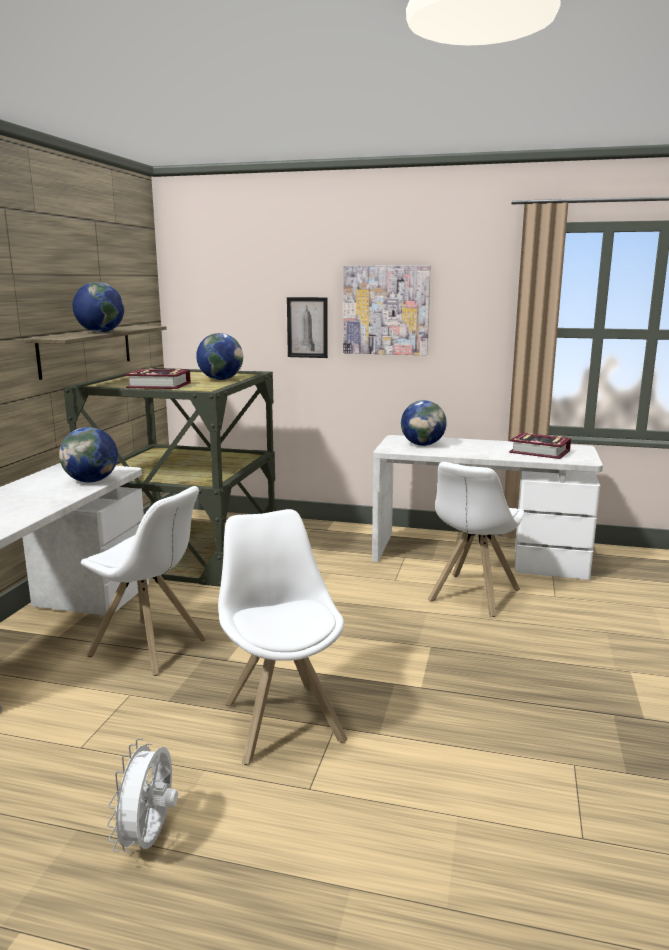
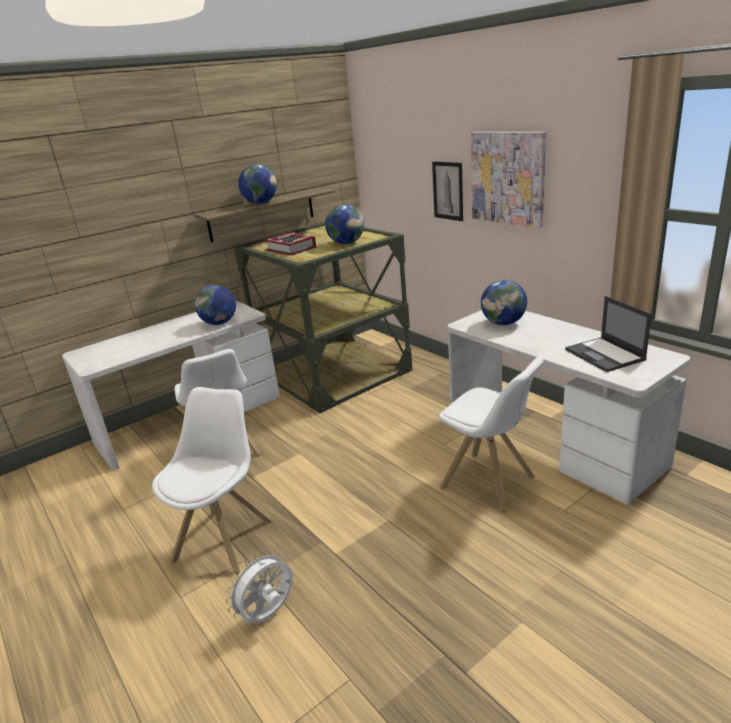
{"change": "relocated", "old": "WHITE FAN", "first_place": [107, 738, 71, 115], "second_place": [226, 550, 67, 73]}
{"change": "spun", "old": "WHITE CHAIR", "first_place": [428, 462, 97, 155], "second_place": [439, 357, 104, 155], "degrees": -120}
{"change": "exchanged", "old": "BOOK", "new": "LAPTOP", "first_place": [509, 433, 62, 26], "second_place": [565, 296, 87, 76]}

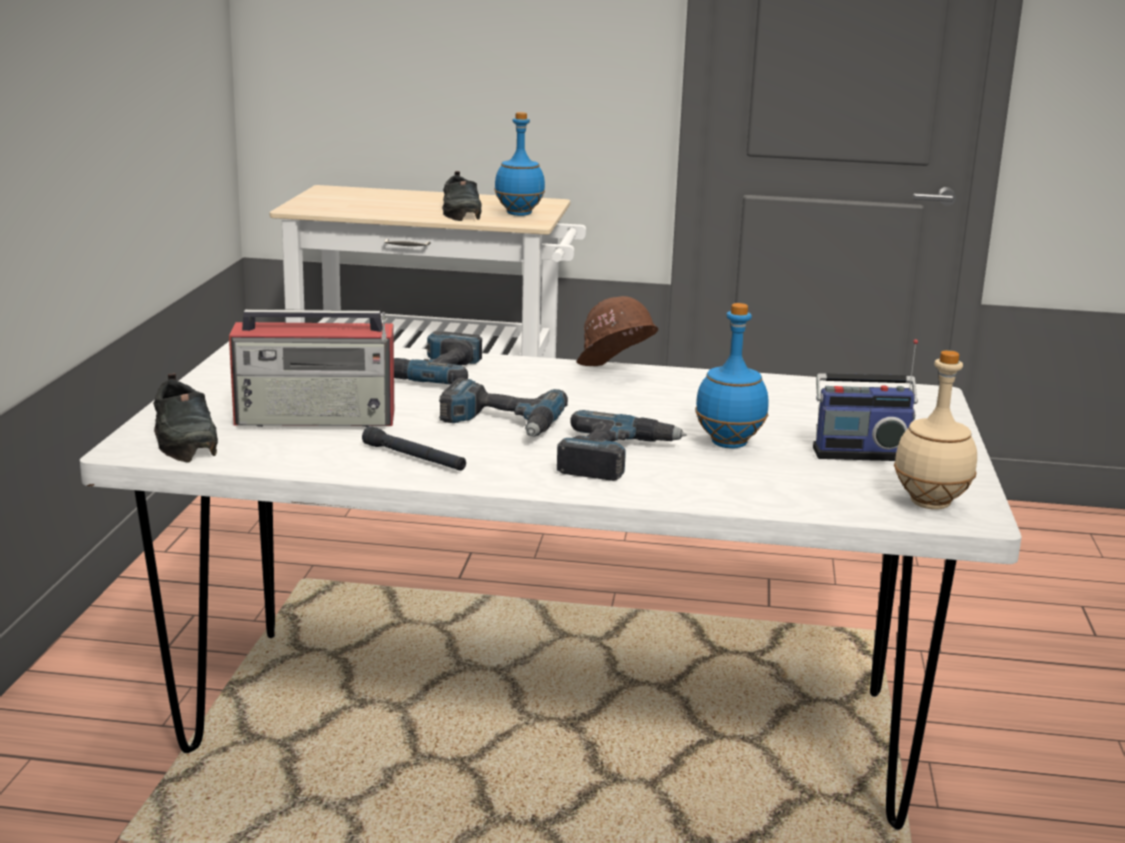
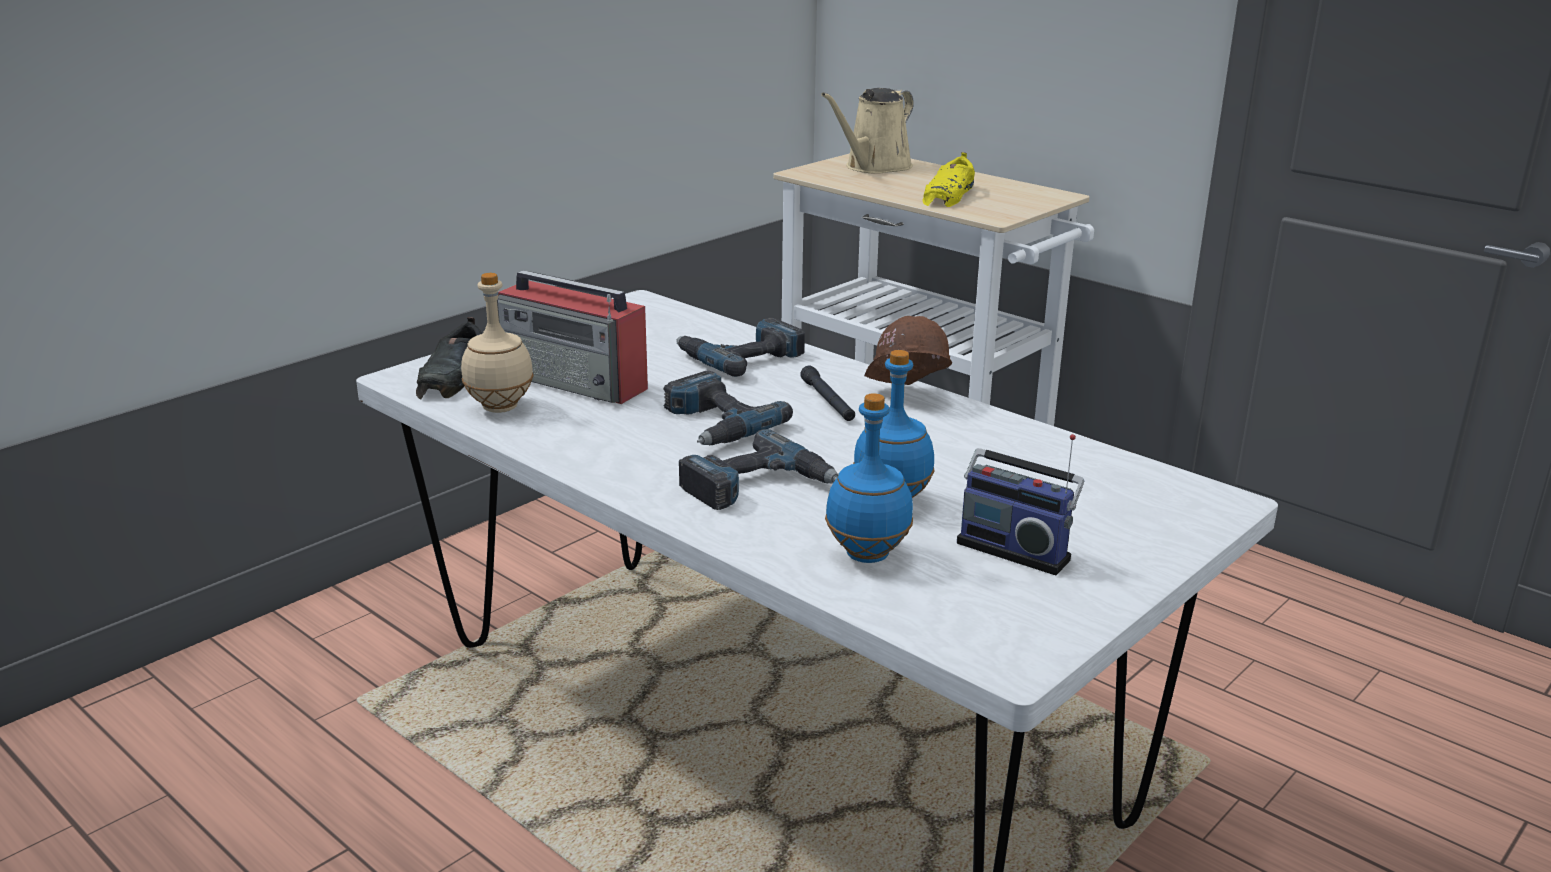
{"change": "relocated", "old": "BLACK FLASHLIGHT", "first_place": [362, 426, 104, 45], "second_place": [800, 366, 55, 55]}
{"change": "colour", "old": "BLACK SHOE", "new": "YELLOW SHOE", "first_place": [442, 171, 39, 50], "second_place": [922, 152, 53, 55]}
{"change": "relocated", "old": "BLUE BOTTLE", "first_place": [494, 112, 51, 104], "second_place": [825, 393, 88, 170]}
{"change": "relocated", "old": "BEIGE BOTTLE", "first_place": [894, 350, 83, 160], "second_place": [461, 273, 73, 140]}
{"change": "appeared", "new": "BEIGE WATERING CAN", "second_place": [821, 88, 93, 86]}

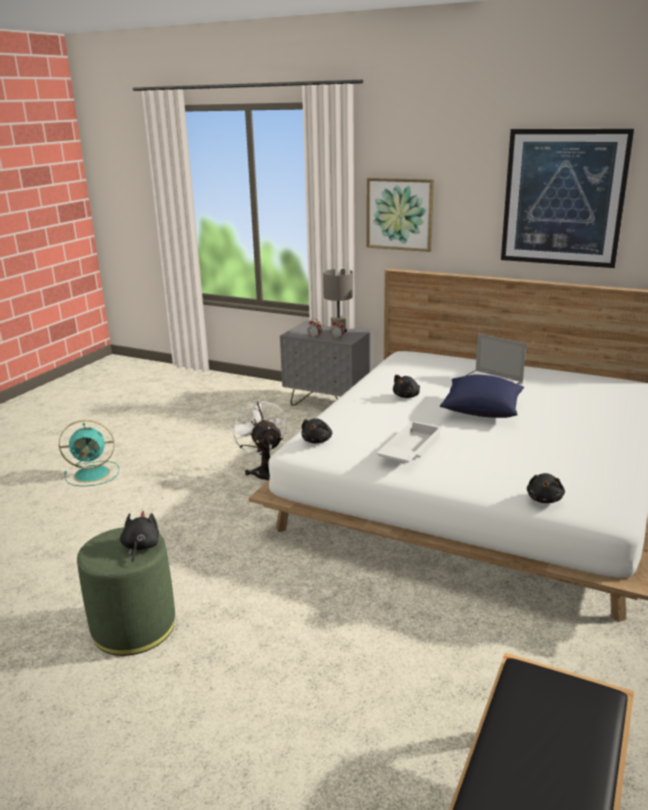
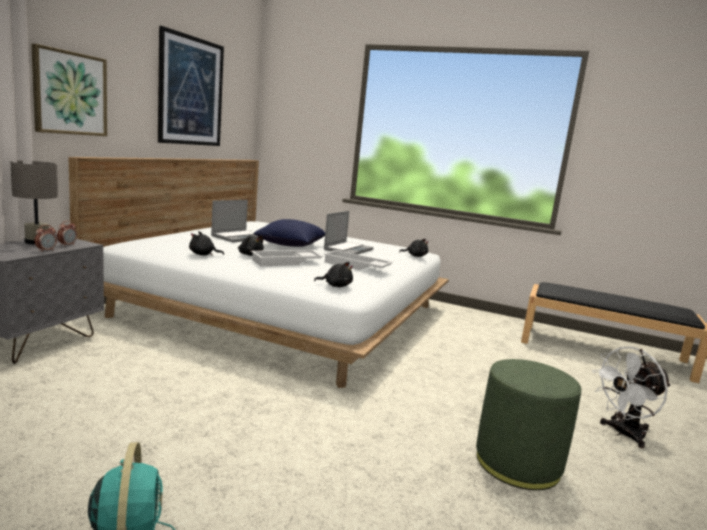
{"change": "relocated", "old": "BLACK PLUSH TOY", "first_place": [120, 511, 39, 52], "second_place": [189, 231, 35, 25]}
{"change": "relocated", "old": "WHITE FAN", "first_place": [230, 398, 57, 82], "second_place": [592, 346, 79, 102]}
{"change": "appeared", "new": "WHITE TRAY", "second_place": [251, 250, 73, 16]}
{"change": "appeared", "new": "LAPTOP", "second_place": [324, 211, 50, 43]}

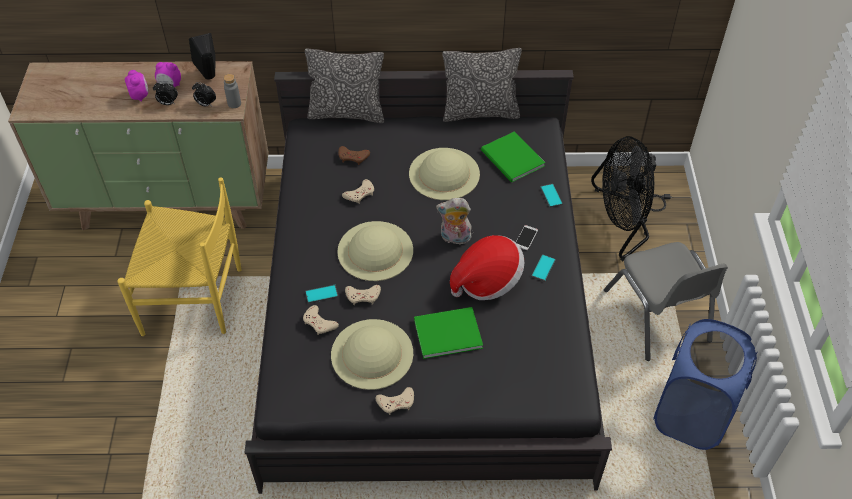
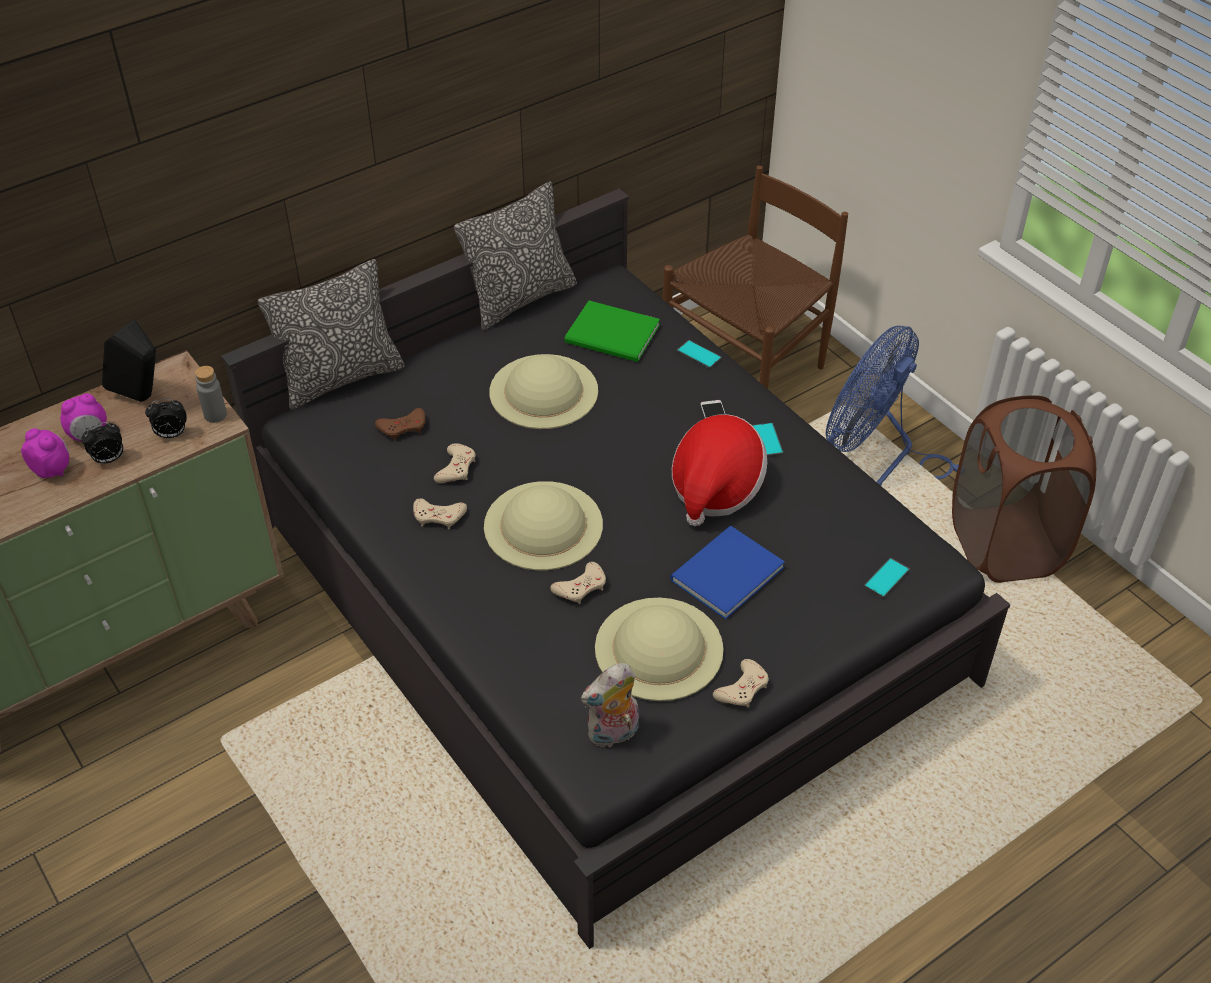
{"change": "missing", "old": "YELLOW CHAIR", "first_place": [117, 177, 124, 159]}
{"change": "relocated", "old": "BEIGE GAME CONTROLLER", "first_place": [303, 305, 36, 30], "second_place": [413, 498, 54, 31]}
{"change": "relocated", "old": "PHONE", "first_place": [305, 285, 34, 18], "second_place": [864, 558, 46, 40]}
{"change": "colour", "old": "GREEN BOOK", "new": "BLUE BOOK", "first_place": [414, 307, 69, 52], "second_place": [670, 526, 115, 93]}
{"change": "relocated", "old": "PLUSH TOY", "first_place": [436, 198, 36, 49], "second_place": [581, 663, 58, 86]}
{"change": "exchanged", "old": "BLACK FAN", "new": "BROWN CHAIR", "first_place": [591, 136, 81, 125], "second_place": [663, 165, 185, 224]}
{"change": "exchanged", "old": "GREY CHAIR", "new": "BLUE FAN", "first_place": [604, 242, 124, 119], "second_place": [826, 326, 133, 160]}
{"change": "colour", "old": "BLUE LAUNDRY BASKET", "new": "BROWN LAUNDRY BASKET", "first_place": [653, 319, 104, 131], "second_place": [952, 395, 144, 188]}

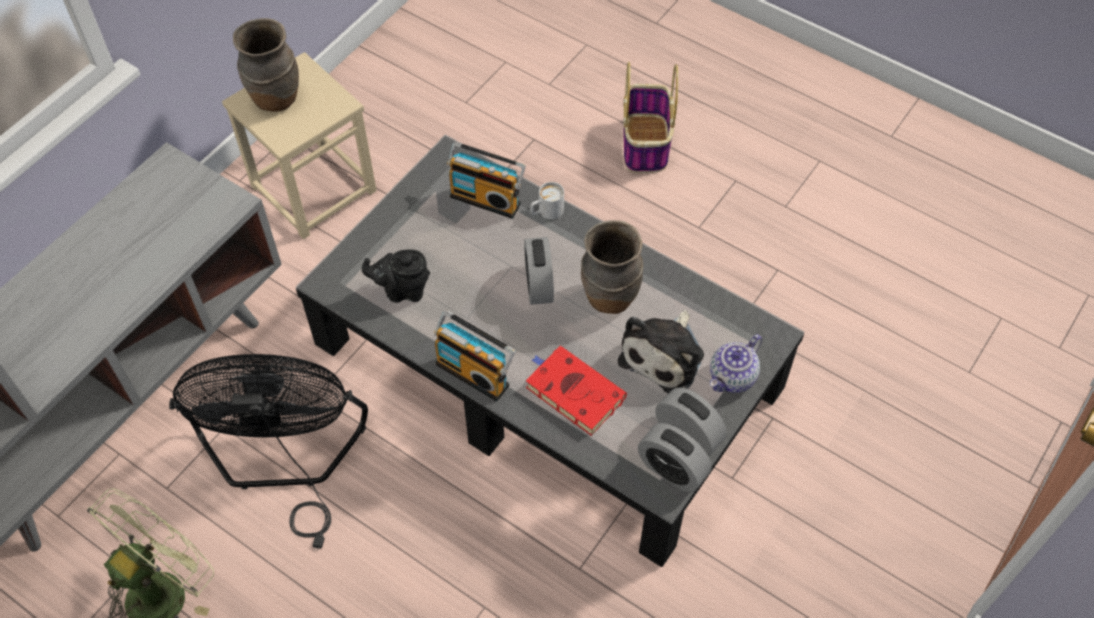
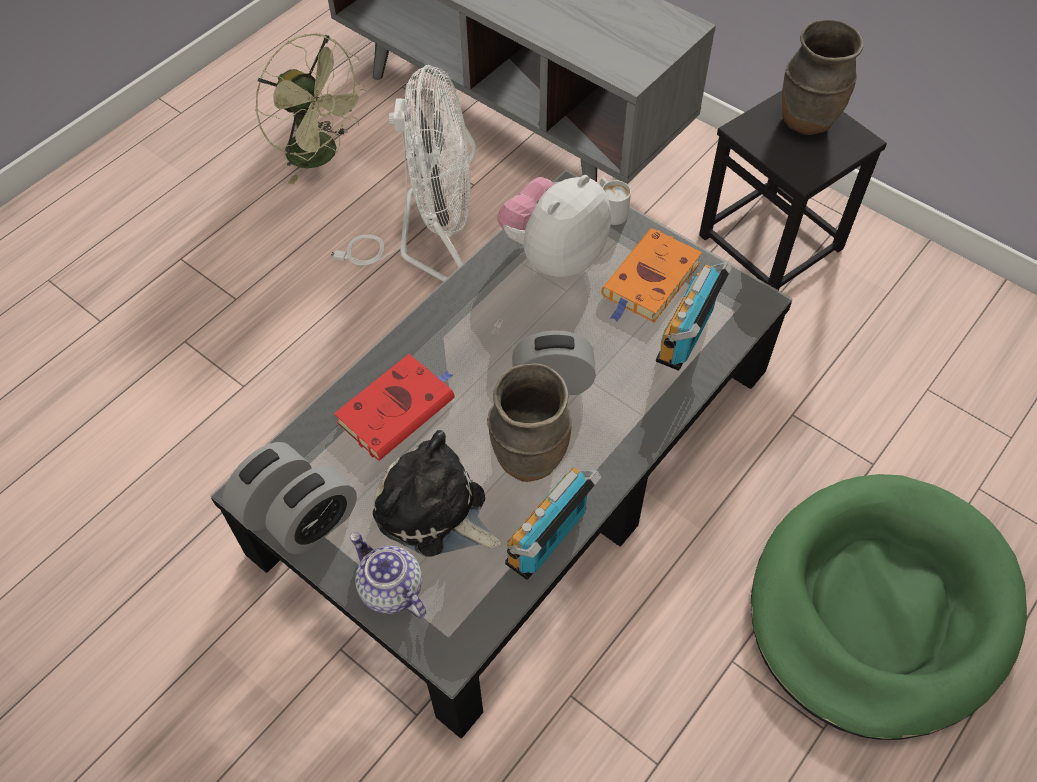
{"change": "colour", "old": "BLACK FAN", "new": "WHITE FAN", "first_place": [169, 354, 199, 197], "second_place": [331, 65, 145, 216]}
{"change": "colour", "old": "BEIGE STOOL", "new": "BLACK STOOL", "first_place": [222, 52, 155, 187], "second_place": [699, 91, 188, 199]}
{"change": "exchanged", "old": "BLACK TEAPOT", "new": "PLUSH TOY", "first_place": [362, 250, 68, 53], "second_place": [497, 175, 114, 102]}
{"change": "relocated", "old": "RADIO", "first_place": [434, 311, 82, 90], "second_place": [505, 467, 96, 113]}
{"change": "relocated", "old": "WHITE MUG", "first_place": [530, 182, 34, 38], "second_place": [600, 177, 31, 48]}
{"change": "exchanged", "old": "BASKET", "new": "GREEN DOG BED", "first_place": [623, 62, 55, 111], "second_place": [751, 474, 276, 266]}
{"change": "appeared", "new": "ORANGE BOOK", "second_place": [601, 228, 101, 94]}

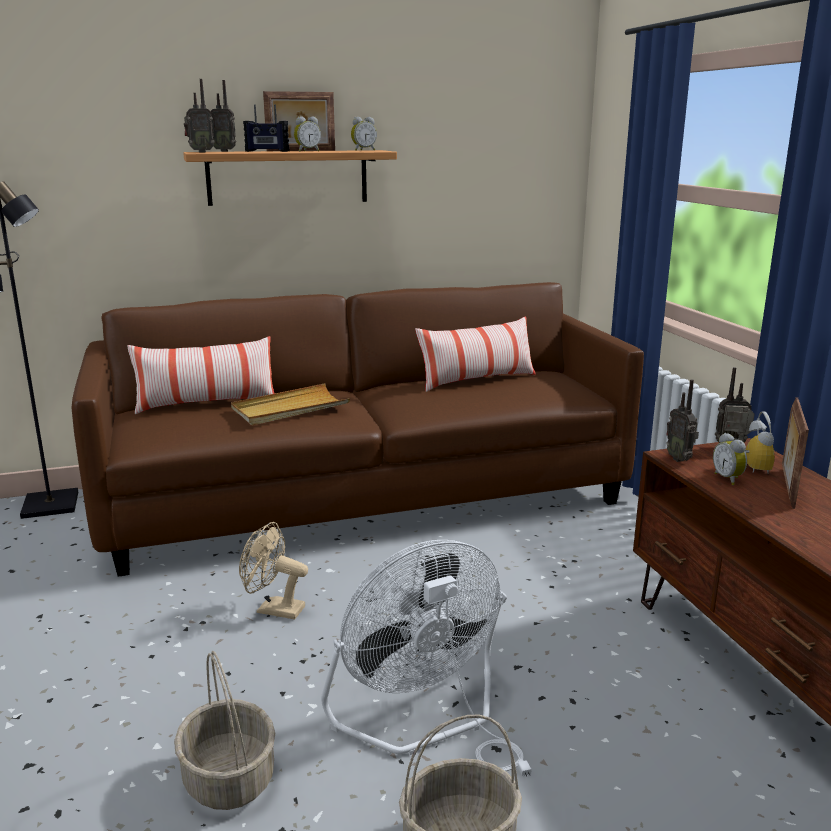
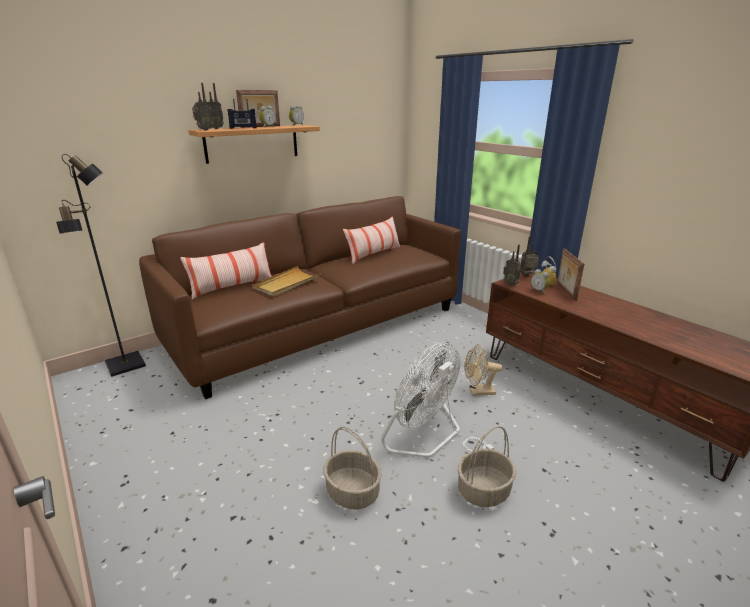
{"change": "relocated", "old": "BEIGE FAN", "first_place": [239, 522, 69, 97], "second_place": [465, 344, 38, 52]}

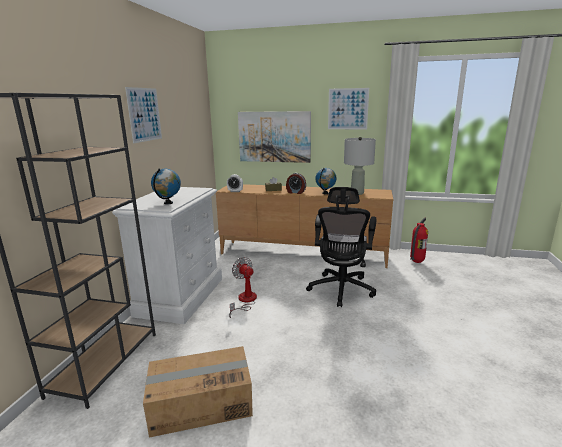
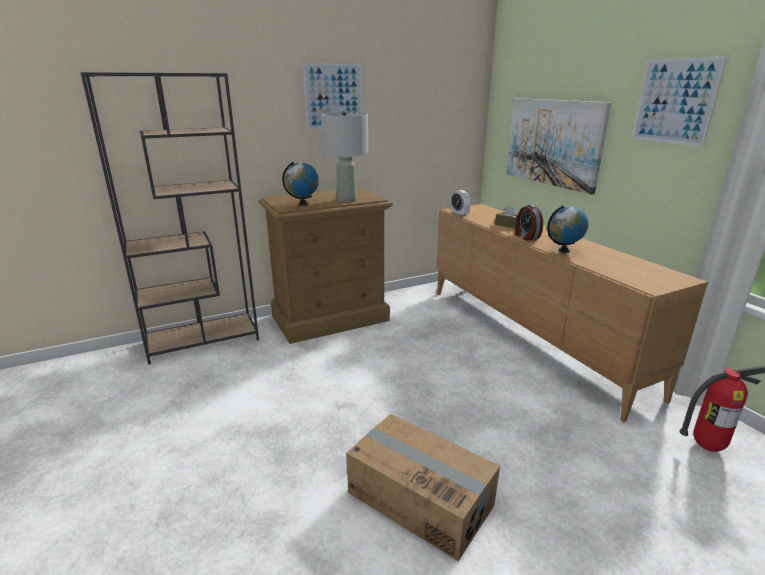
{"change": "colour", "old": "WHITE DRESSER", "new": "BROWN DRESSER", "first_place": [112, 187, 110, 137], "second_place": [258, 188, 135, 156]}
{"change": "relocated", "old": "CARDBOARD BOX", "first_place": [143, 346, 110, 92], "second_place": [346, 414, 154, 147]}
{"change": "missing", "old": "FAN", "first_place": [229, 257, 28, 61]}
{"change": "missing", "old": "OFFICE CHAIR", "first_place": [306, 187, 70, 120]}
{"change": "relocated", "old": "GREY TABLE LAMP", "first_place": [344, 137, 32, 58], "second_place": [321, 110, 47, 93]}

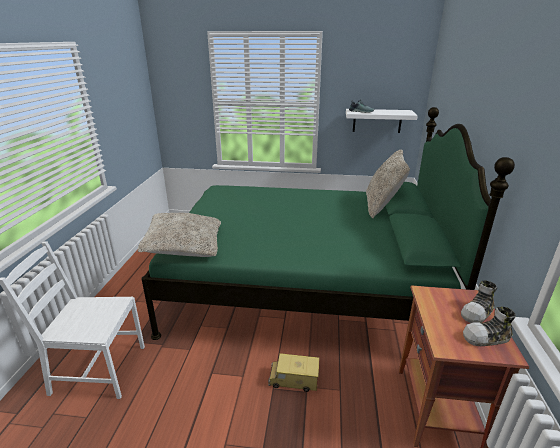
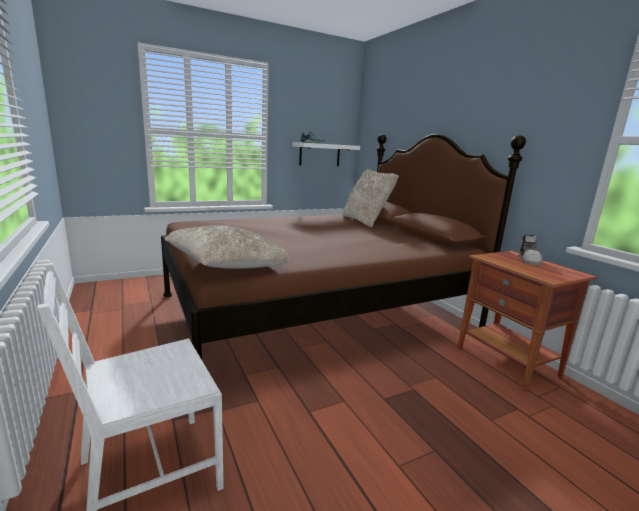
{"change": "colour", "old": "GREEN BED", "new": "BROWN BED", "first_place": [141, 107, 374, 233], "second_place": [161, 134, 365, 226]}
{"change": "missing", "old": "TOY TRUCK", "first_place": [268, 353, 52, 39]}
{"change": "missing", "old": "SHOE", "first_place": [463, 307, 53, 39]}

